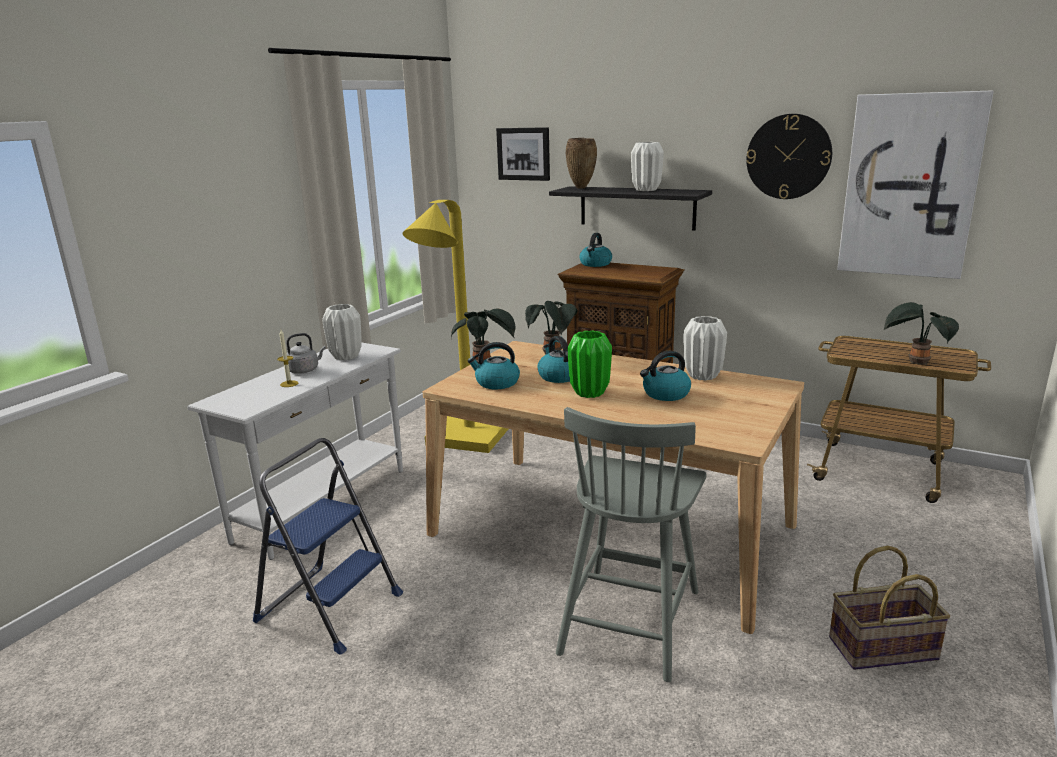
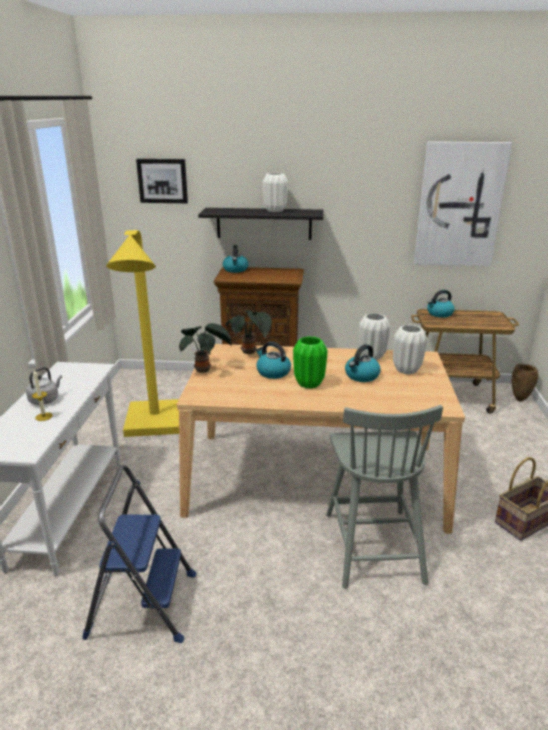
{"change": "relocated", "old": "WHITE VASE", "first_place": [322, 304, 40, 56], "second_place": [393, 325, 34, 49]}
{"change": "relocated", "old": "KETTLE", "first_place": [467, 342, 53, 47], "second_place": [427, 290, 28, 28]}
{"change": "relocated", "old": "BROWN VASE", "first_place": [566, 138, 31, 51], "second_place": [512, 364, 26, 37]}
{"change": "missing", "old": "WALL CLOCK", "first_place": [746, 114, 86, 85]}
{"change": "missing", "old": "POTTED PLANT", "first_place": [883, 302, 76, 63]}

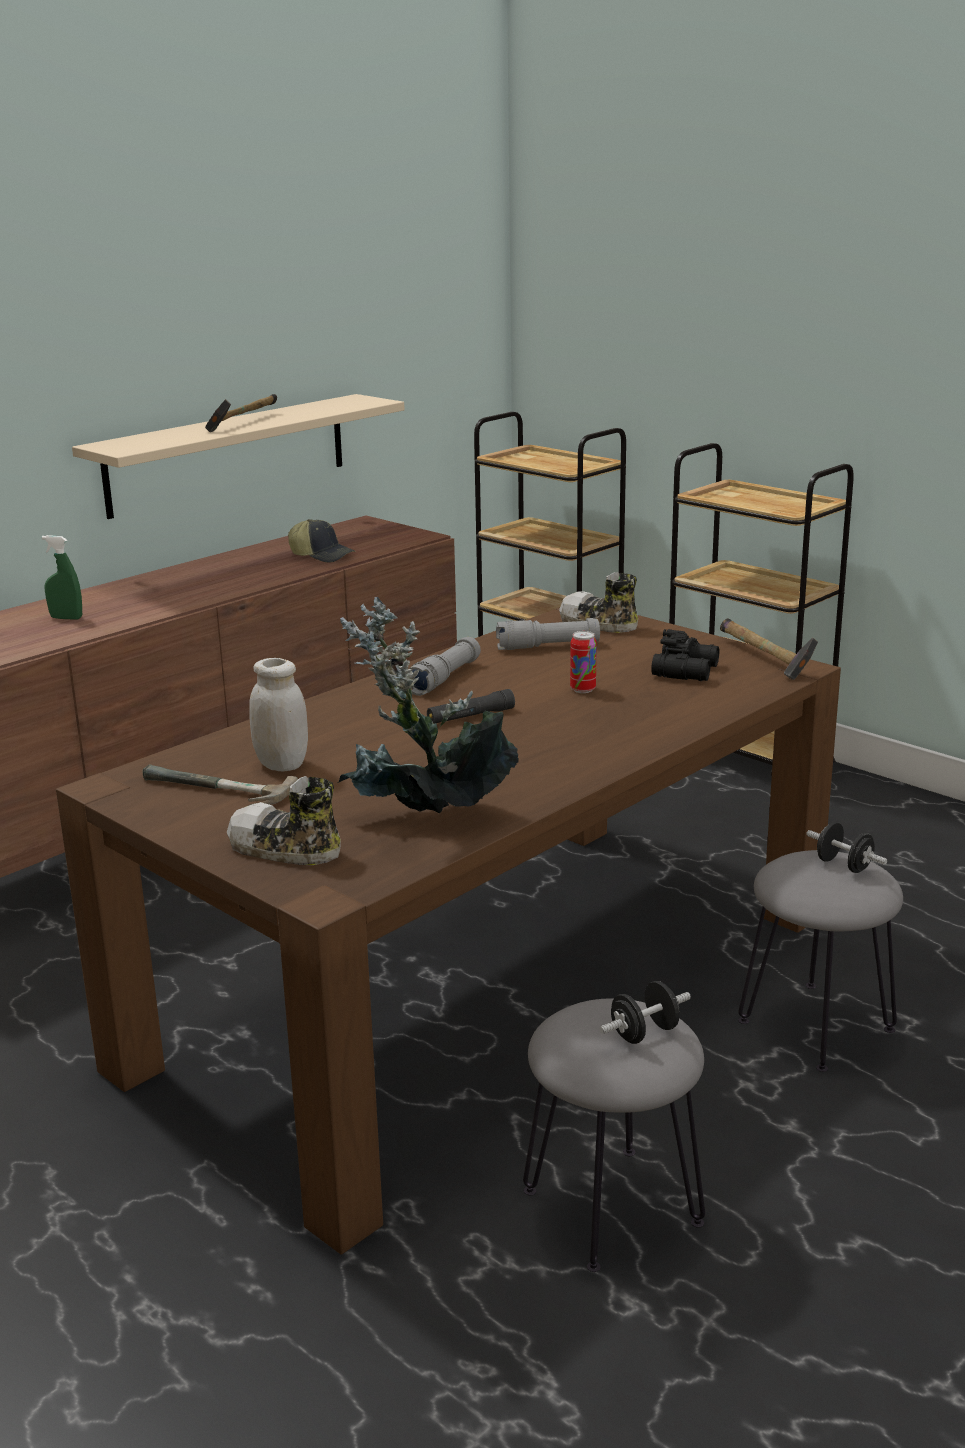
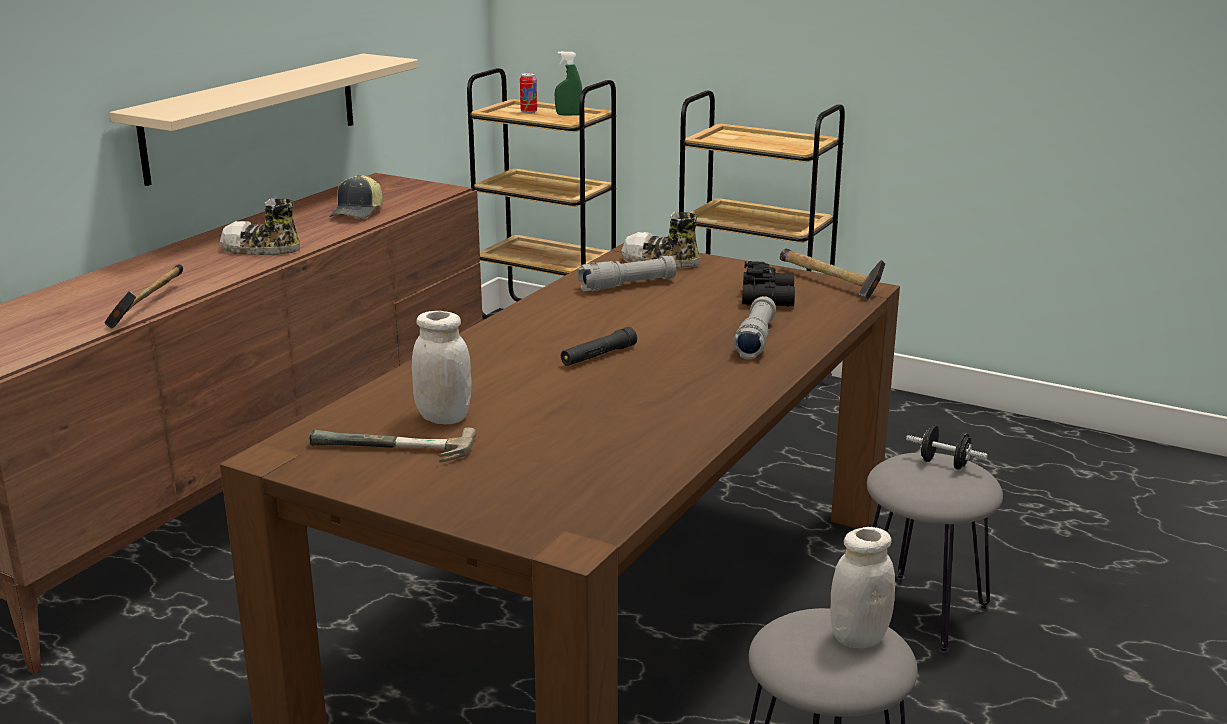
{"change": "relocated", "old": "GREEN SPRAY BOTTLE", "first_place": [42, 535, 40, 85], "second_place": [555, 51, 27, 65]}
{"change": "relocated", "old": "HAMMER", "first_place": [205, 394, 72, 38], "second_place": [104, 264, 79, 65]}
{"change": "relocated", "old": "SHOE", "first_place": [227, 776, 114, 89], "second_place": [220, 198, 80, 57]}
{"change": "spun", "old": "CAP", "first_place": [288, 519, 67, 44], "second_place": [329, 174, 54, 44], "degrees": 90}
{"change": "missing", "old": "POTTED PLANT", "first_place": [338, 597, 181, 216]}
{"change": "relocated", "old": "GREY FLASHLIGHT", "first_place": [409, 637, 72, 59], "second_place": [733, 296, 43, 63]}
{"change": "relocated", "old": "CAN", "first_place": [570, 631, 27, 62], "second_place": [520, 73, 17, 41]}
{"change": "exchanged", "old": "BLACK DUMBBELL", "new": "WHITE JAR", "first_place": [600, 981, 91, 63], "second_place": [830, 527, 65, 122]}

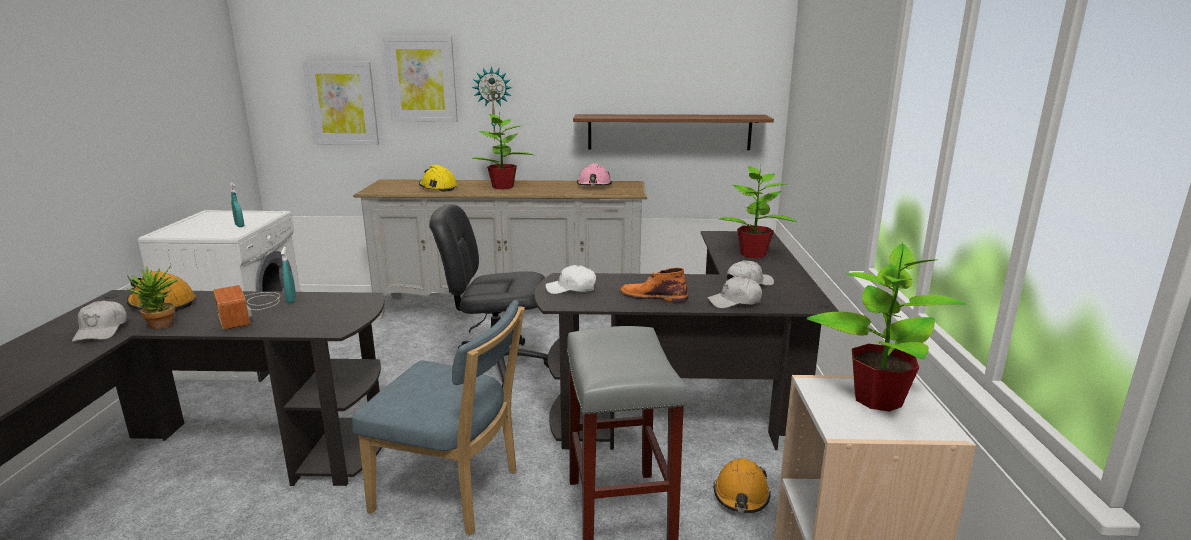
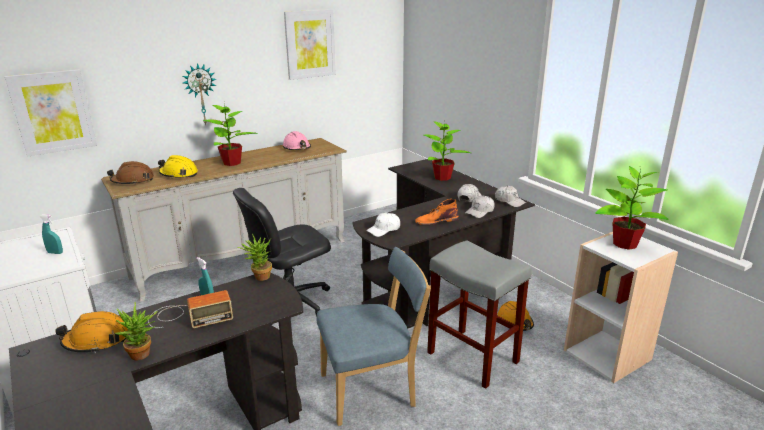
{"change": "relocated", "old": "WHITE CAP", "first_place": [72, 300, 55, 42], "second_place": [495, 186, 31, 21]}
{"change": "spun", "old": "RADIO", "first_place": [213, 285, 67, 45], "second_place": [148, 290, 85, 38], "degrees": -45}
{"change": "relocated", "old": "PICTURE", "first_place": [383, 36, 75, 86], "second_place": [284, 9, 52, 71]}
{"change": "missing", "old": "BROWN SHELF", "first_place": [573, 114, 201, 36]}
{"change": "appeared", "new": "BROWN HARD HAT", "second_place": [107, 161, 47, 24]}
{"change": "appeared", "new": "POTTED PLANT", "second_place": [238, 233, 34, 48]}

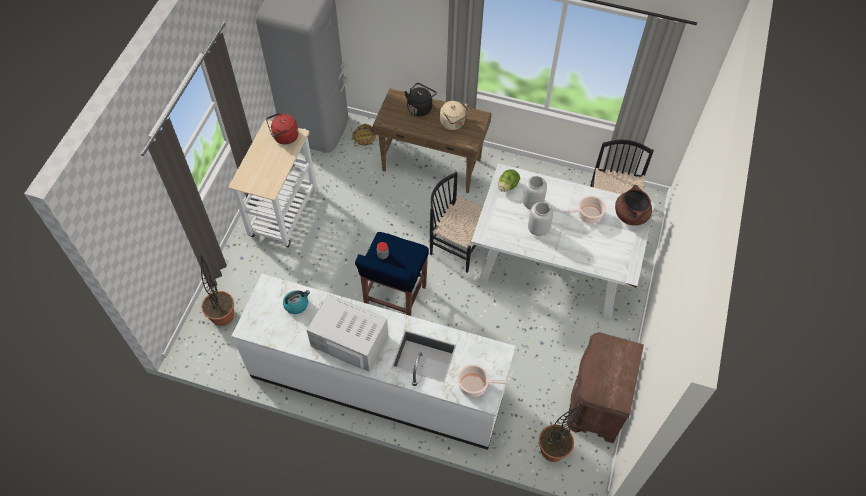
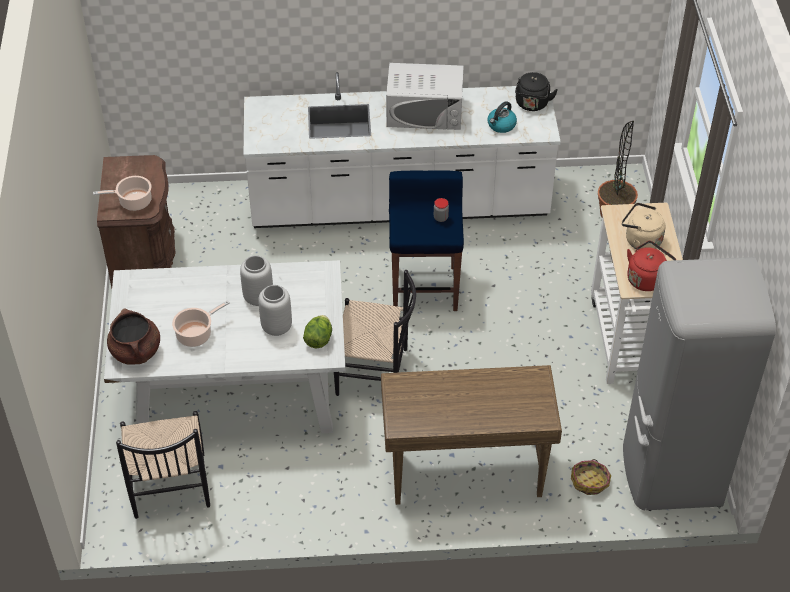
{"change": "relocated", "old": "BLACK KETTLE", "first_place": [404, 83, 33, 33], "second_place": [515, 72, 43, 39]}
{"change": "relocated", "old": "BEIGE KETTLE", "first_place": [440, 101, 30, 29], "second_place": [622, 203, 44, 46]}
{"change": "relocated", "old": "COOKING POT", "first_place": [458, 364, 51, 33], "second_place": [93, 176, 59, 35]}
{"change": "missing", "old": "POTTED PLANT", "first_place": [539, 406, 40, 56]}

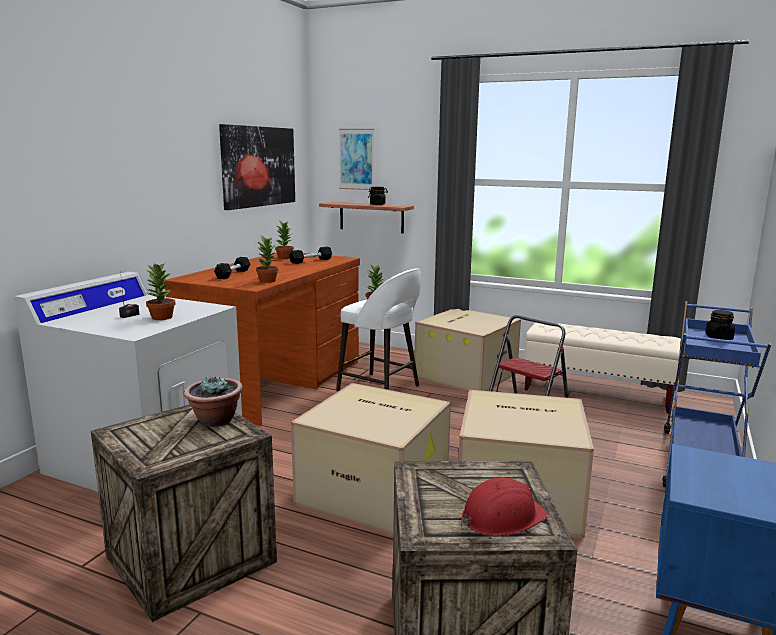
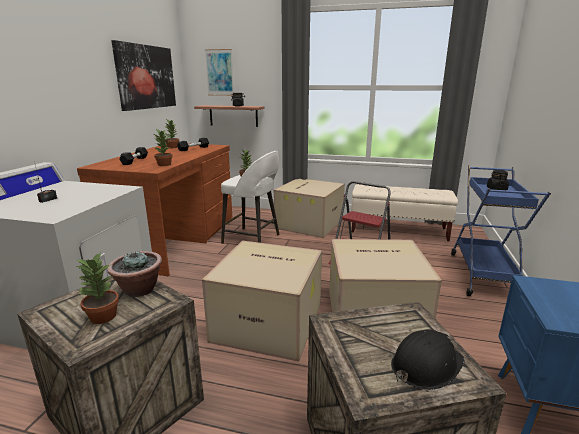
{"change": "relocated", "old": "POTTED PLANT", "first_place": [146, 263, 30, 57], "second_place": [75, 252, 44, 72]}
{"change": "colour", "old": "RED HARD HAT", "new": "BLACK HARD HAT", "first_place": [461, 478, 88, 58], "second_place": [391, 330, 74, 60]}

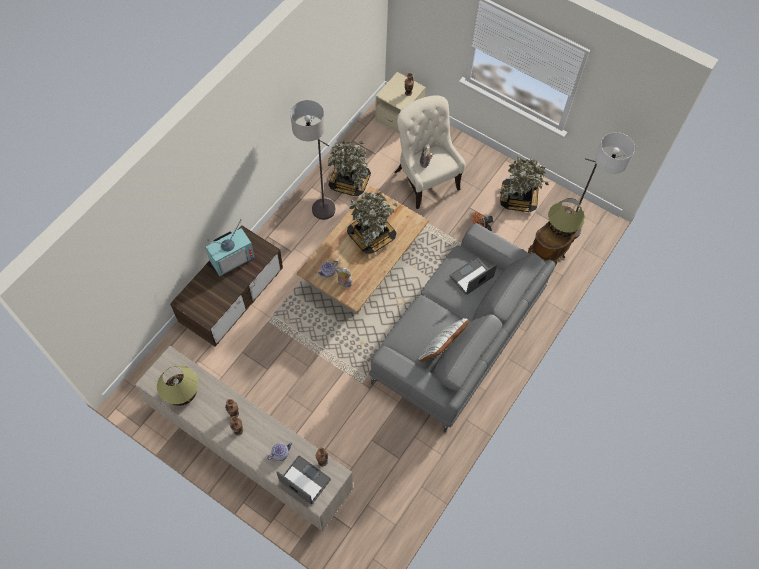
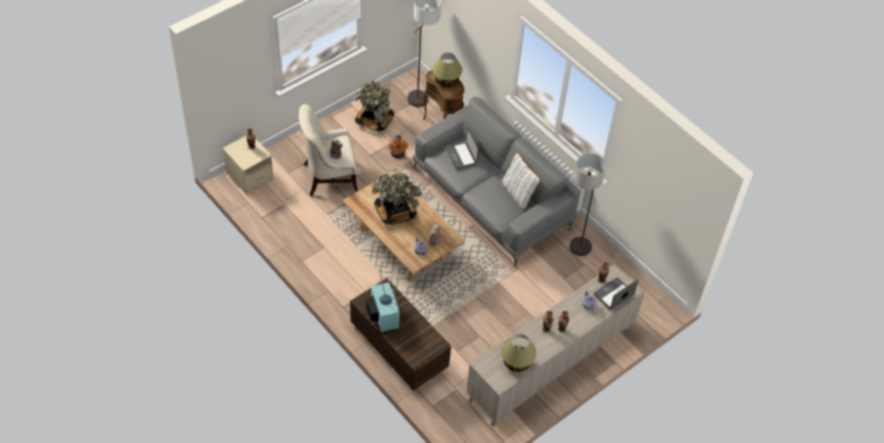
{"change": "relocated", "old": "GREY FLOOR LAMP", "first_place": [290, 100, 45, 120], "second_place": [570, 153, 36, 103]}
{"change": "missing", "old": "POTTED PLANT", "first_place": [328, 139, 43, 57]}

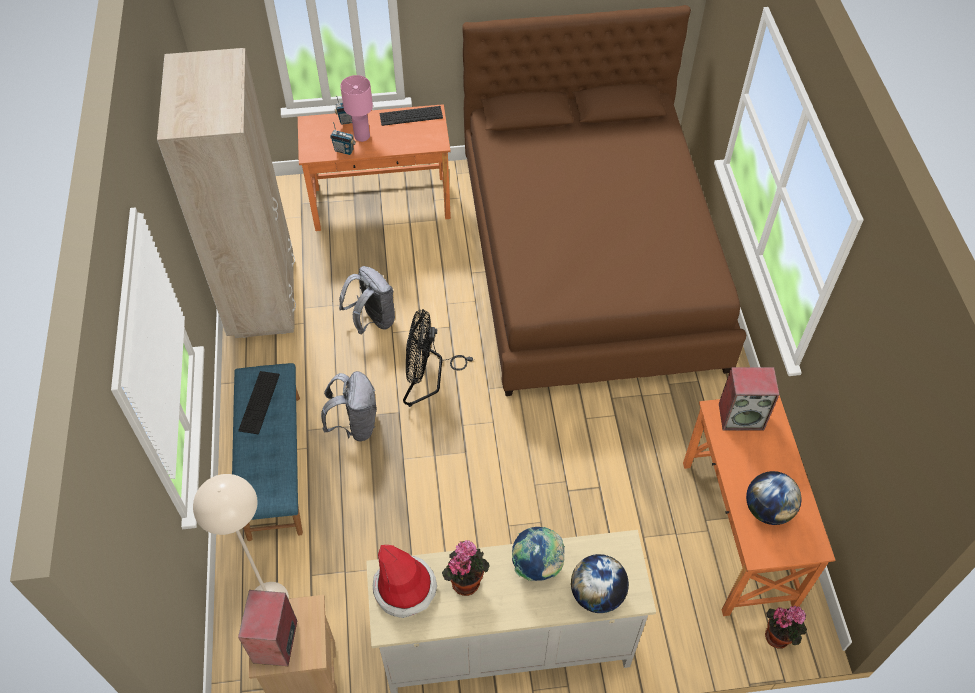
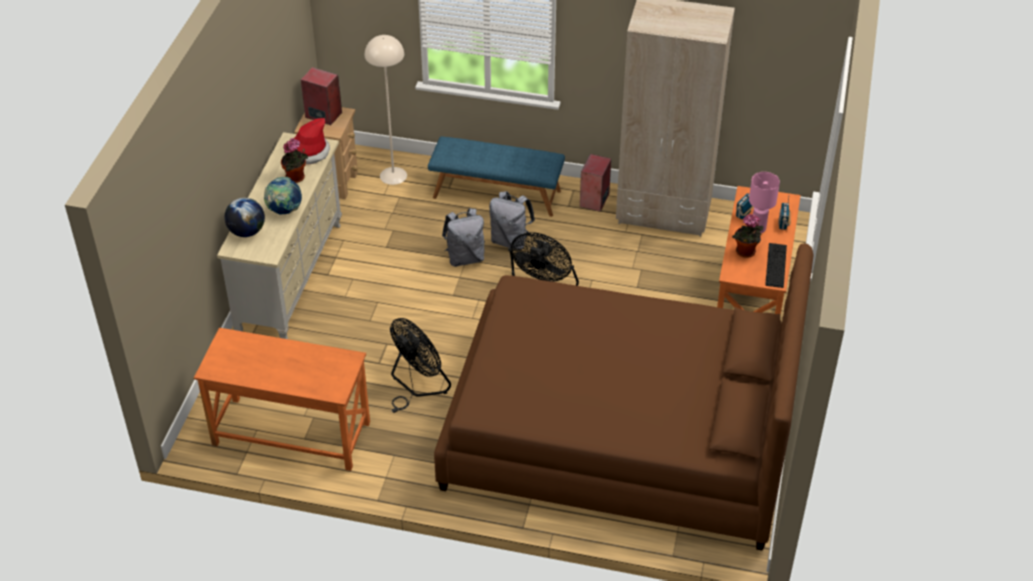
{"change": "missing", "old": "KEYBOARD", "first_place": [238, 371, 42, 63]}
{"change": "relocated", "old": "GREY BACKPACK", "first_place": [339, 266, 56, 68], "second_place": [442, 208, 43, 59]}
{"change": "relocated", "old": "SPEAKER", "first_place": [719, 367, 60, 63], "second_place": [580, 154, 31, 58]}
{"change": "missing", "old": "GLOBE", "first_place": [746, 471, 56, 54]}
{"change": "relocated", "old": "POTTED PLANT", "first_place": [765, 606, 42, 42], "second_place": [732, 214, 32, 43]}
{"change": "appeared", "new": "BLACK FAN", "second_place": [389, 318, 62, 95]}

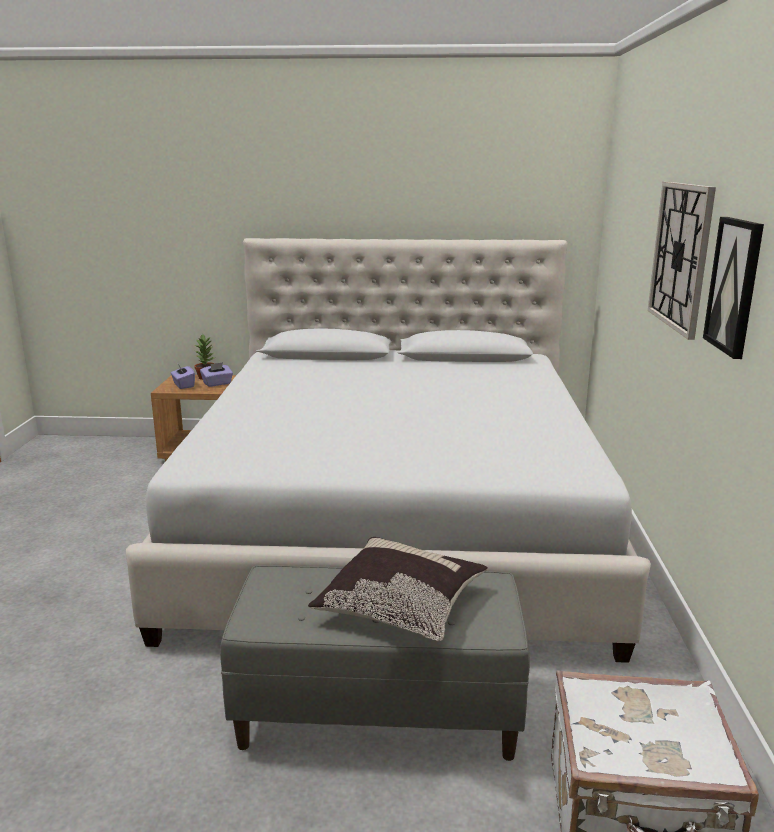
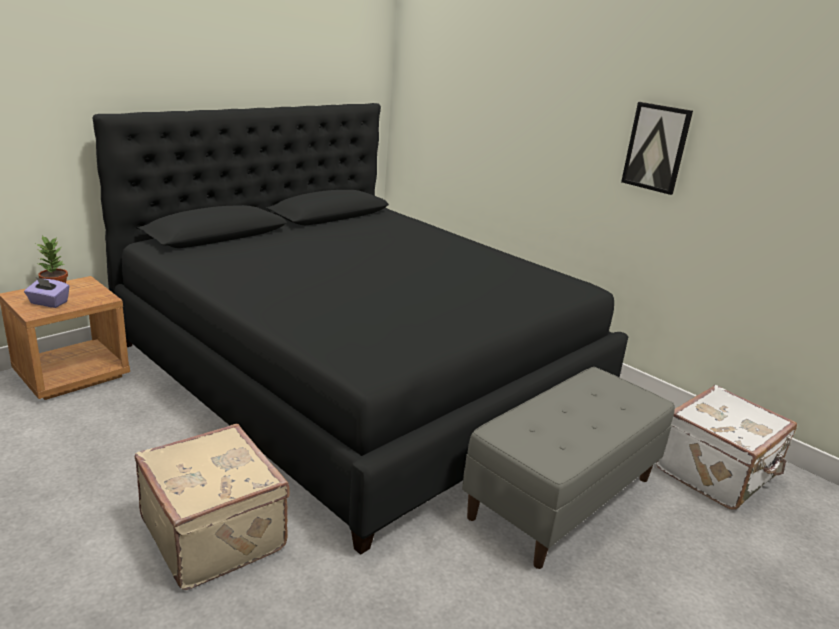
{"change": "colour", "old": "WHITE BED", "new": "BLACK BED", "first_place": [126, 238, 525, 425], "second_place": [93, 103, 535, 452]}
{"change": "missing", "old": "PURPLE TISSUE BOX", "first_place": [200, 362, 33, 25]}
{"change": "missing", "old": "PILLOW", "first_place": [308, 537, 180, 104]}
{"change": "missing", "old": "WALL CLOCK", "first_place": [648, 182, 68, 158]}
{"change": "appeared", "new": "BEIGE SUITCASE", "second_place": [135, 424, 154, 166]}

